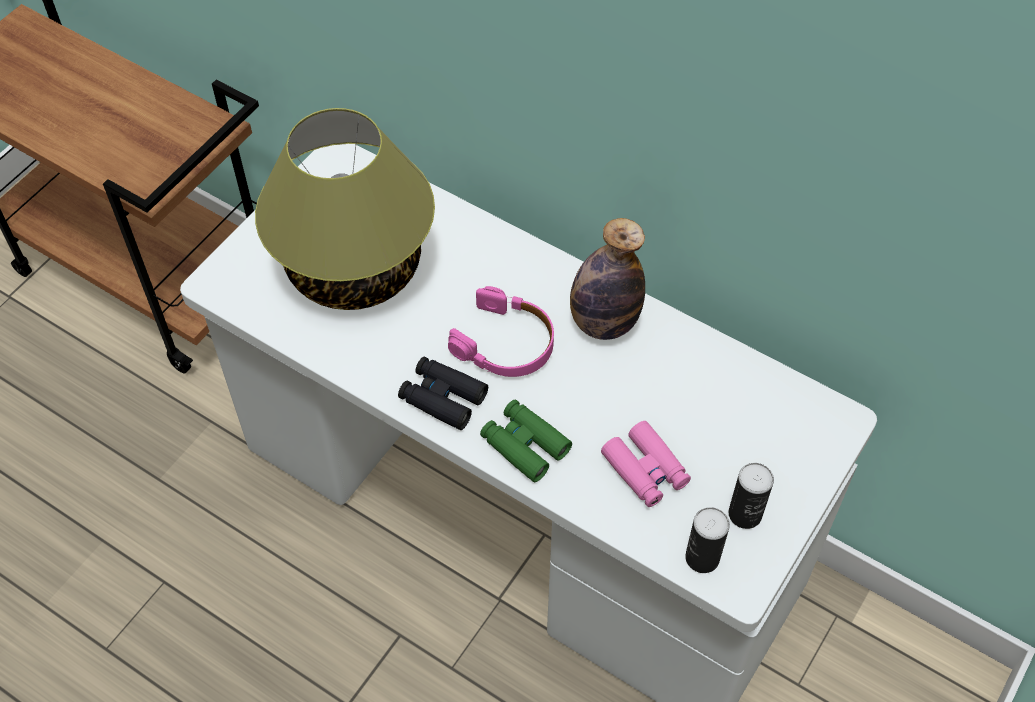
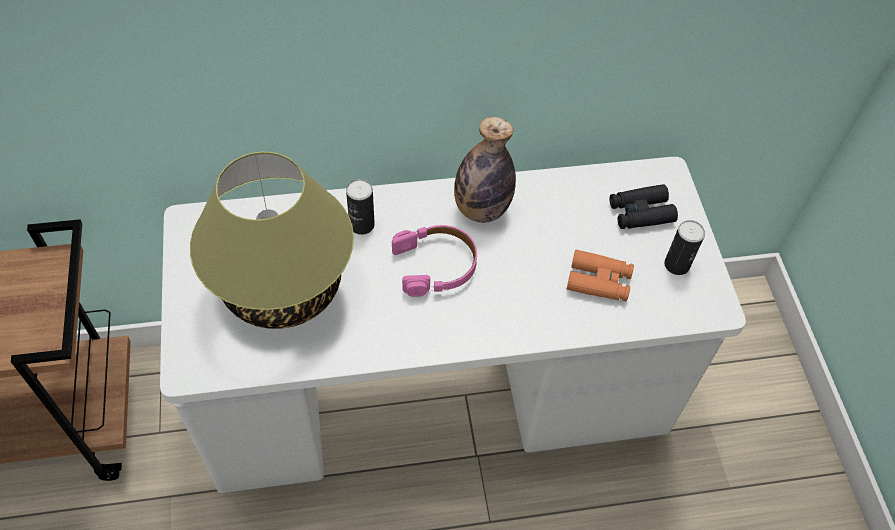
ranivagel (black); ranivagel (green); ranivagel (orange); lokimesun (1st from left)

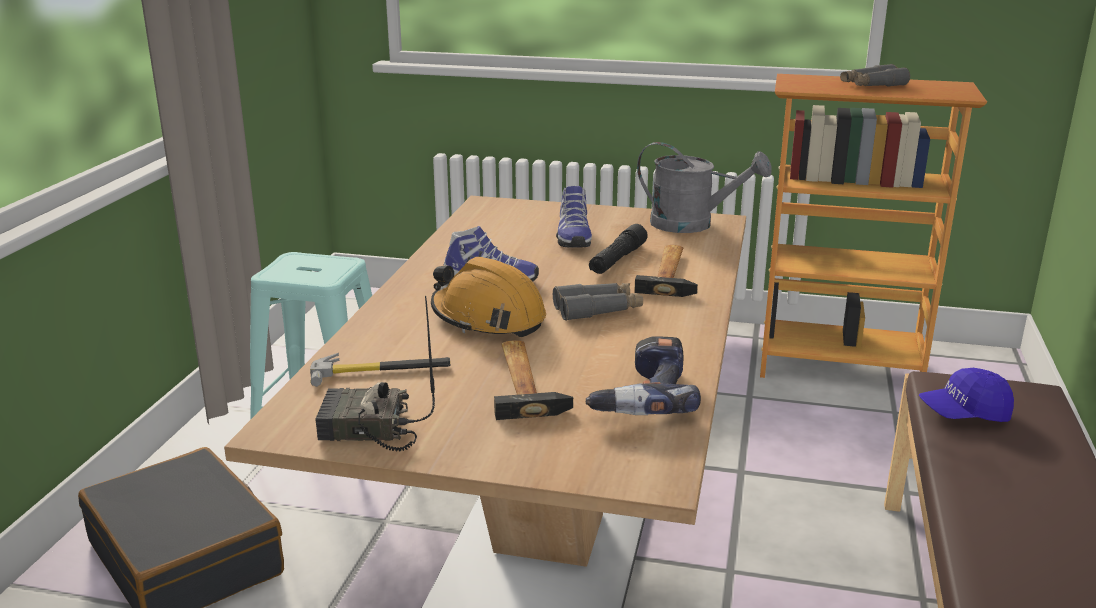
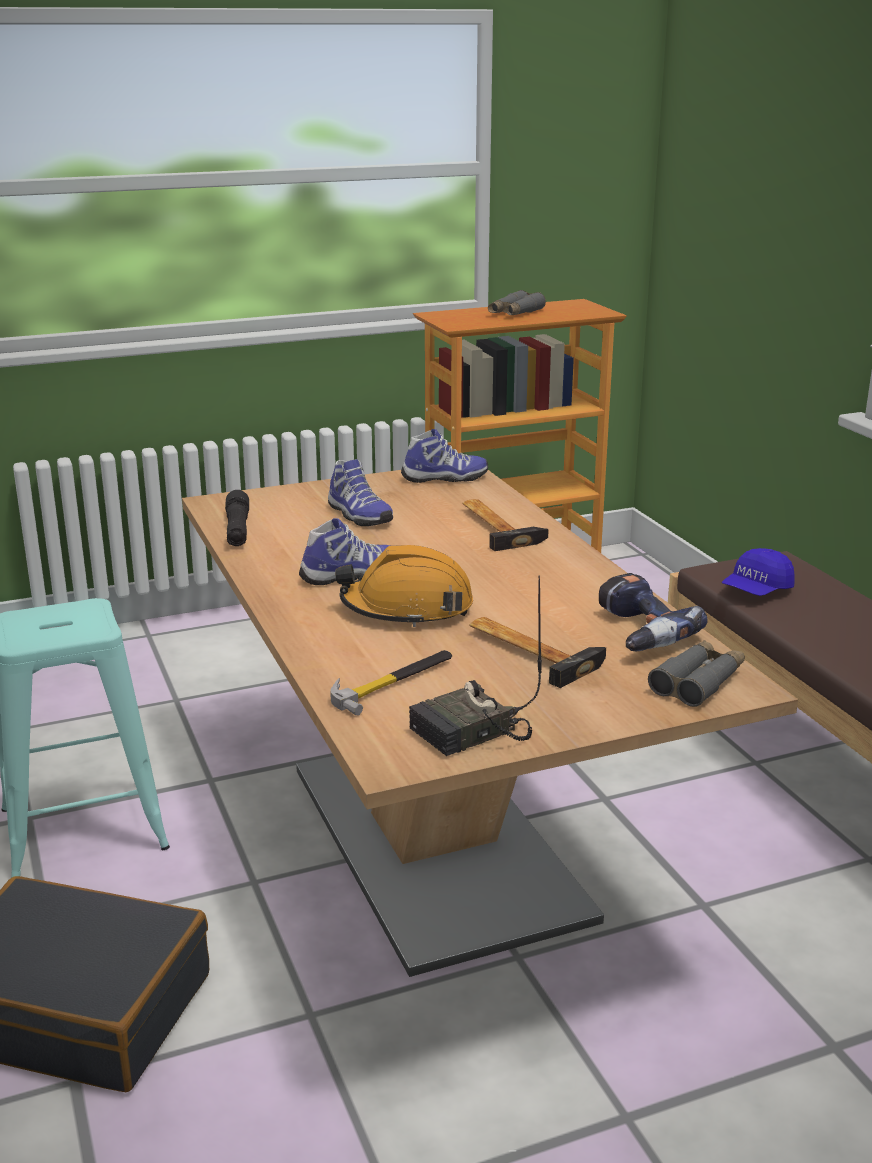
ranivagel (grey) (2nd from left); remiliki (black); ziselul (3rd from left)

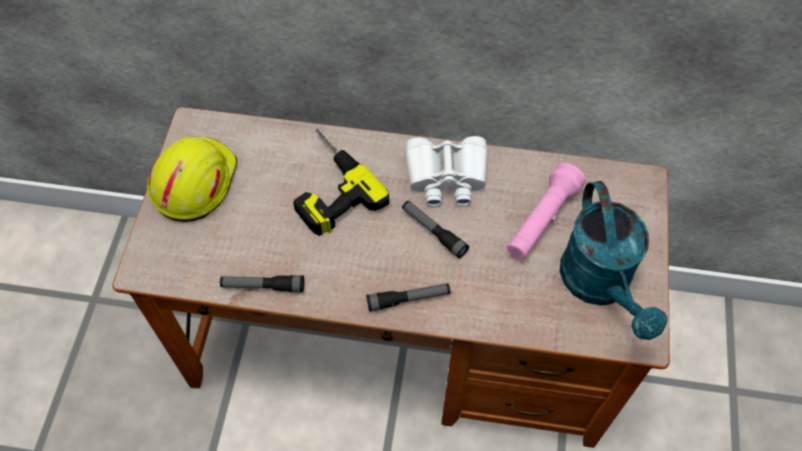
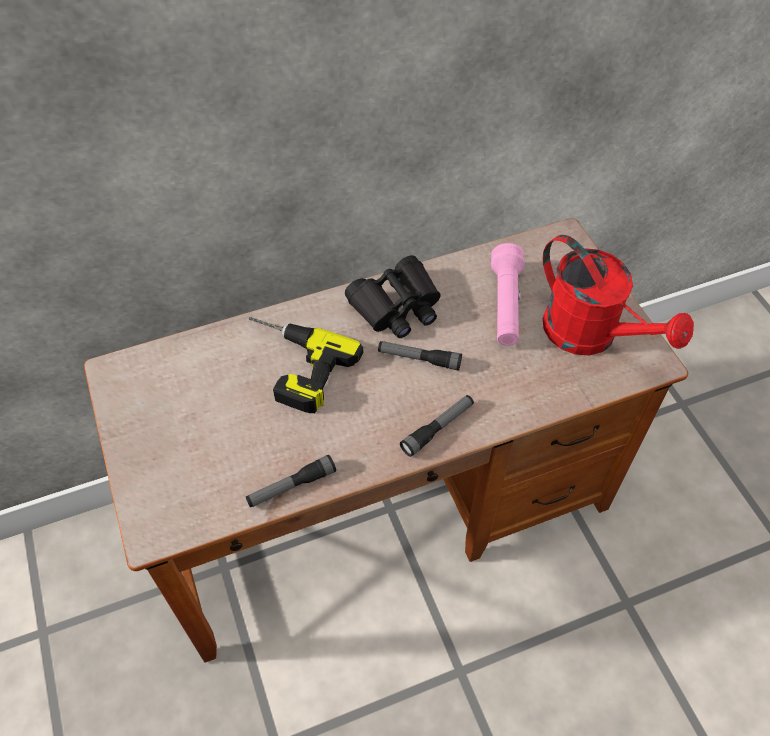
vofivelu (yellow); ranivagel (black); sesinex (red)

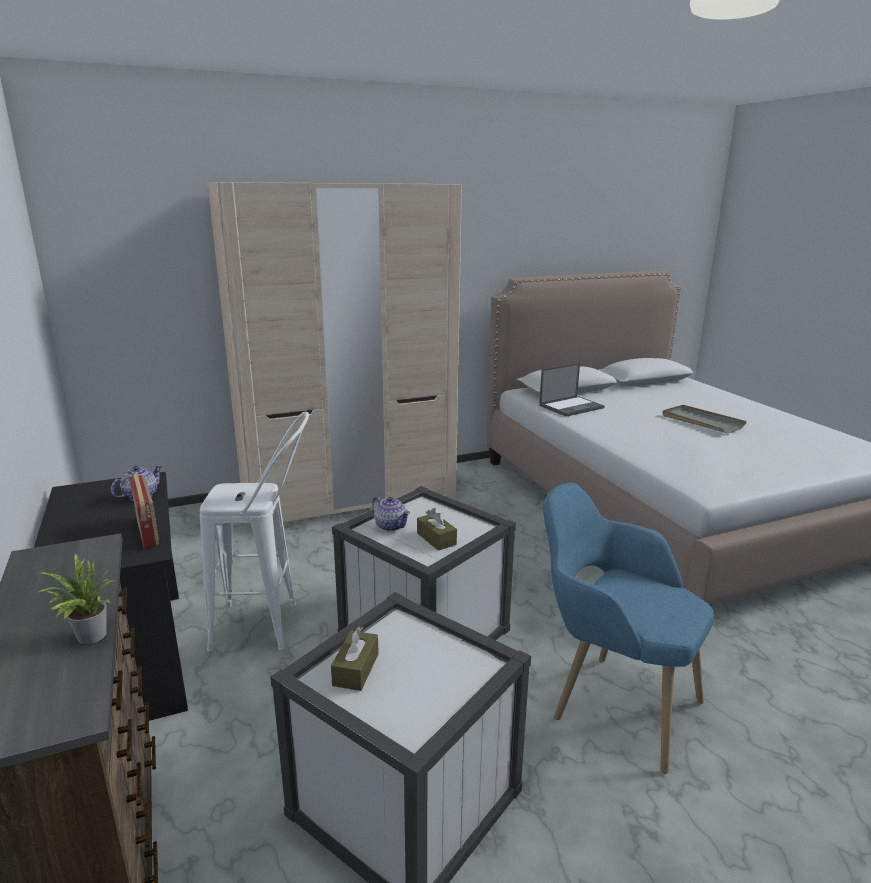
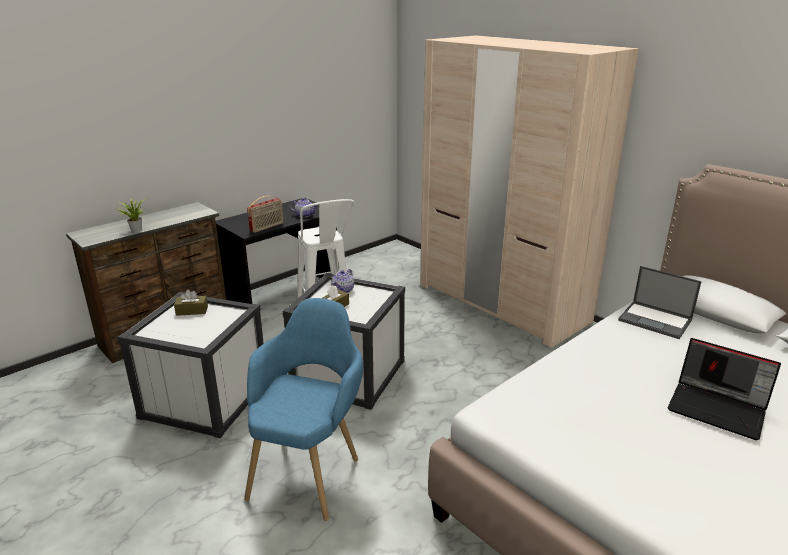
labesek (2nd from left)

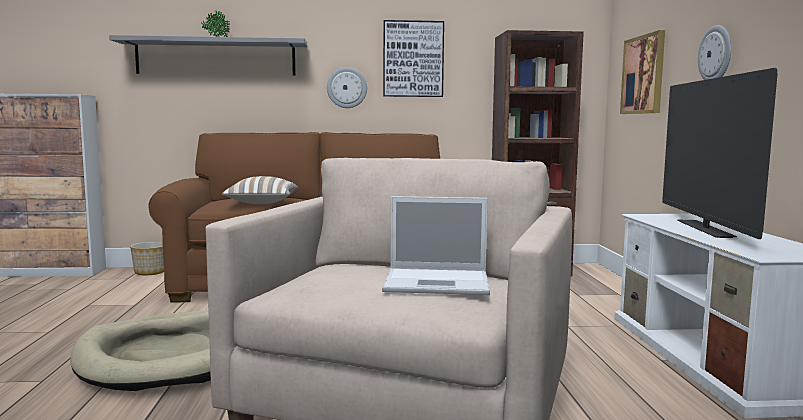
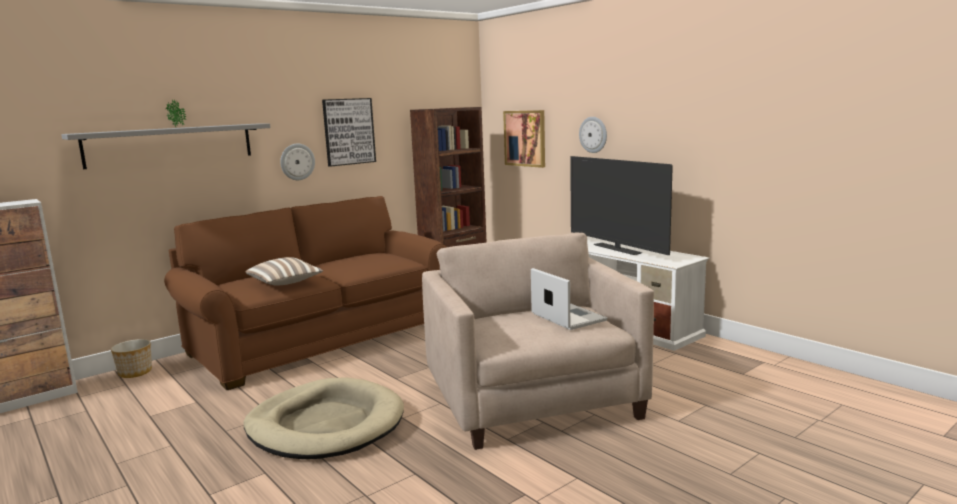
labesek

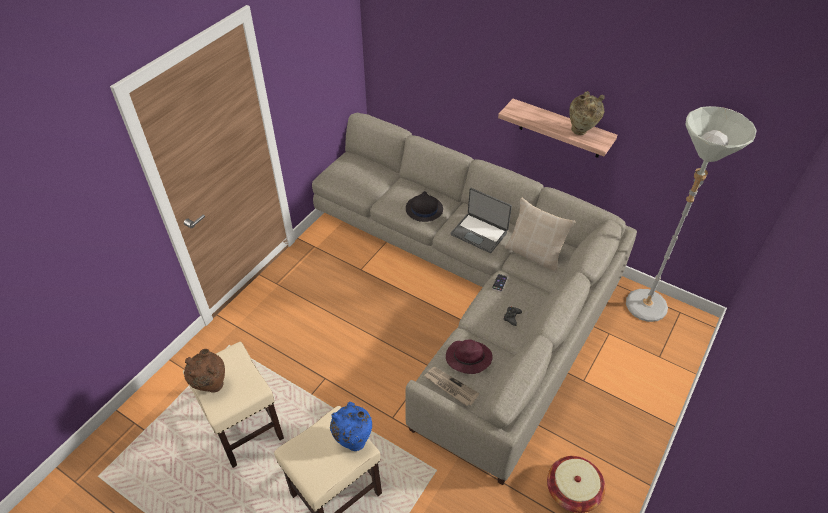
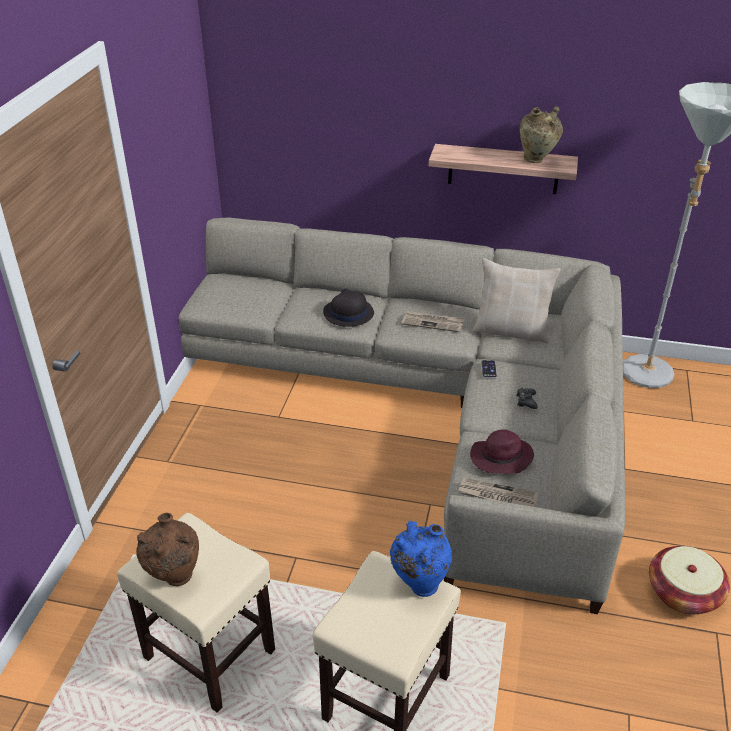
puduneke (1st from left)

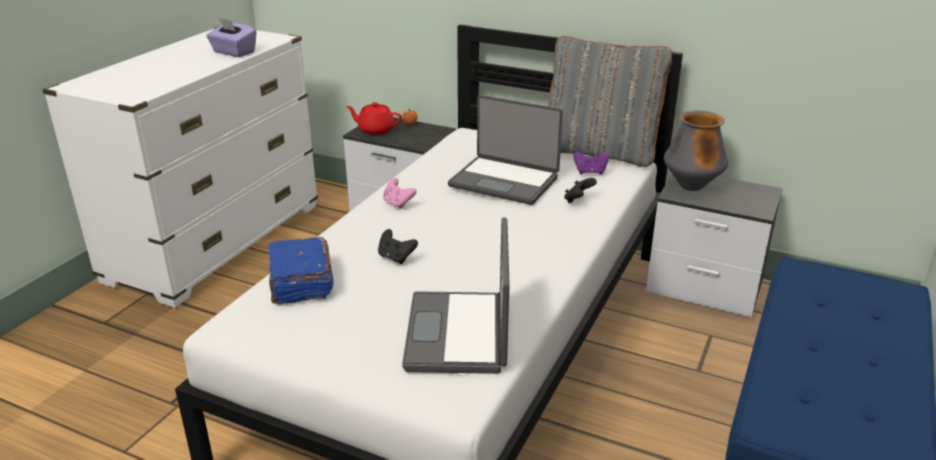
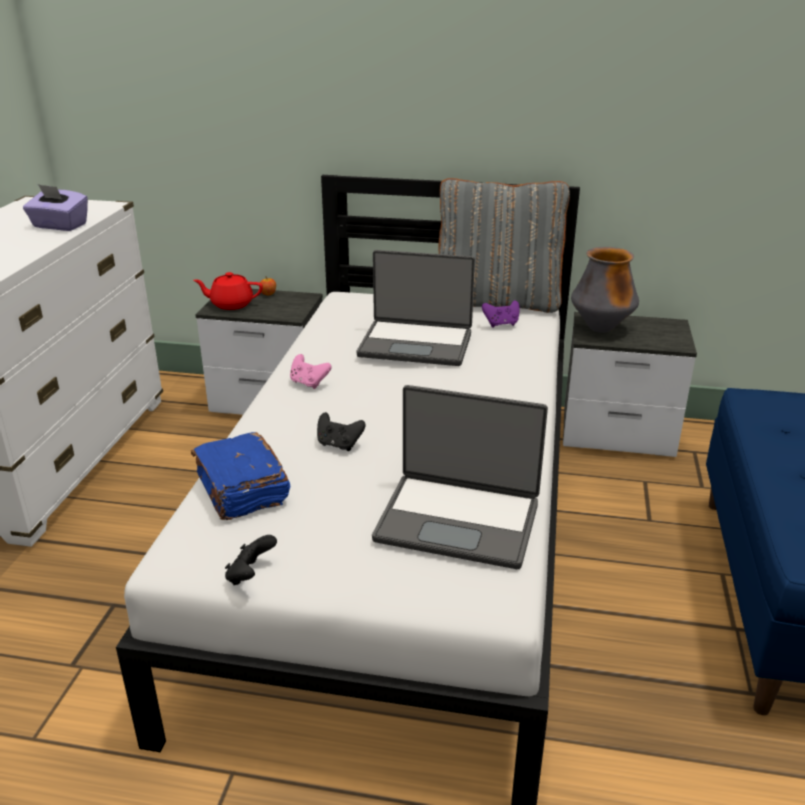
labesek (2nd from left); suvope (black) (1st from left)

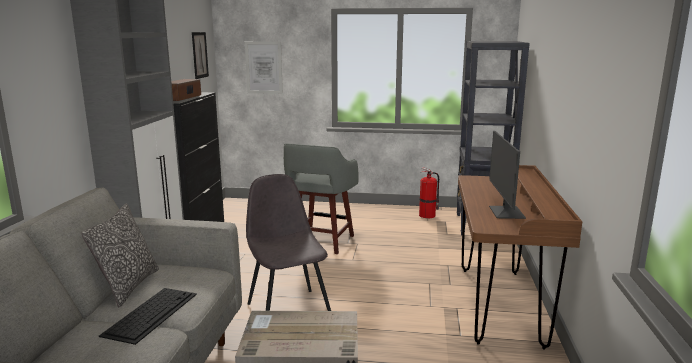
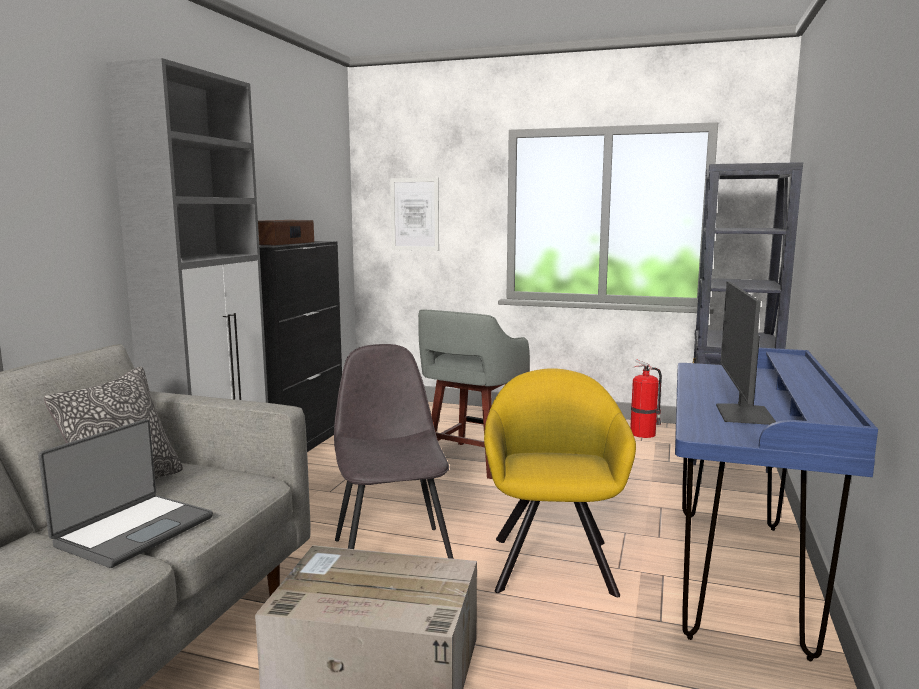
labesek; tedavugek (1st from left in the first image); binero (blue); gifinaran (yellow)

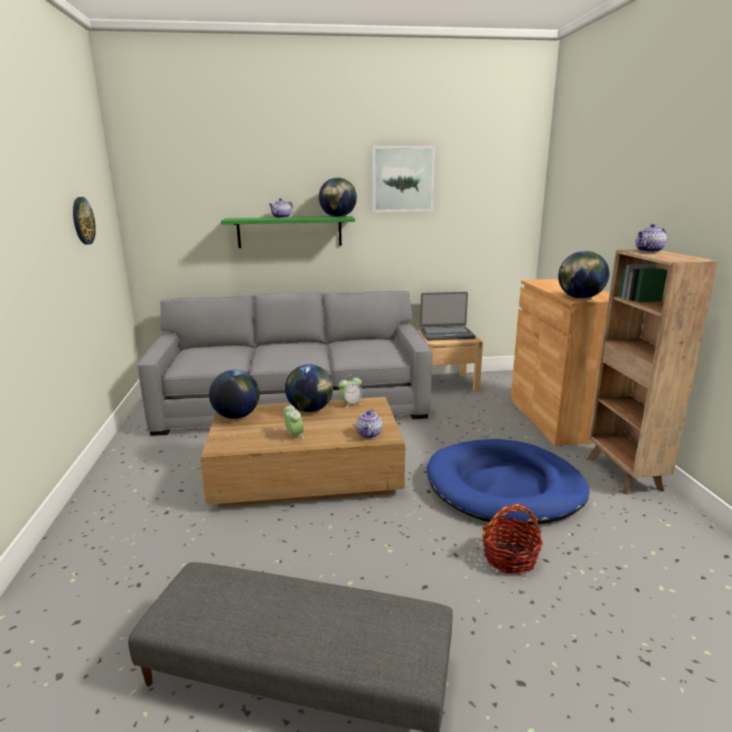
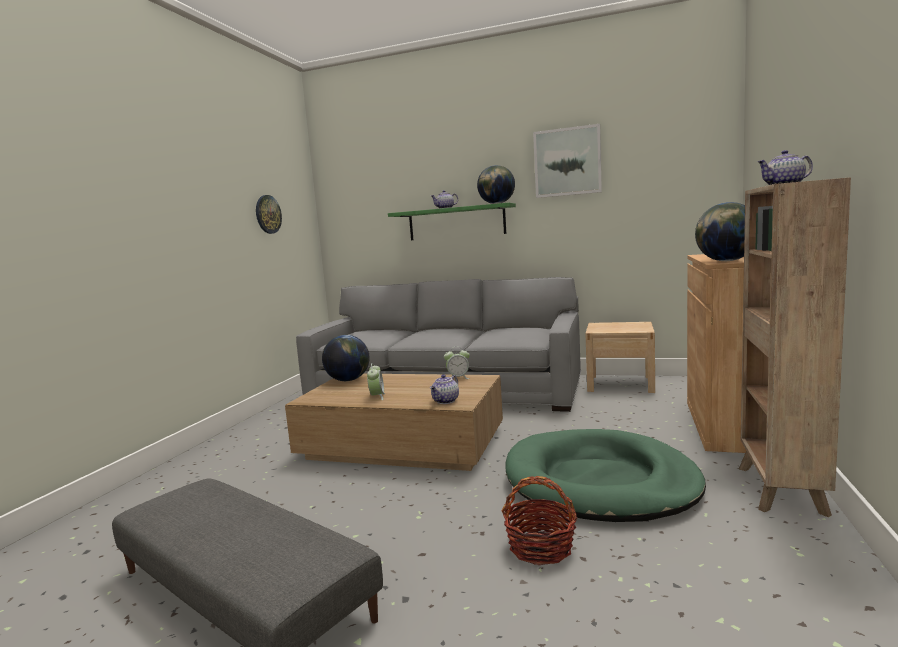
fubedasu (2nd from left in the first image); labesek; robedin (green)

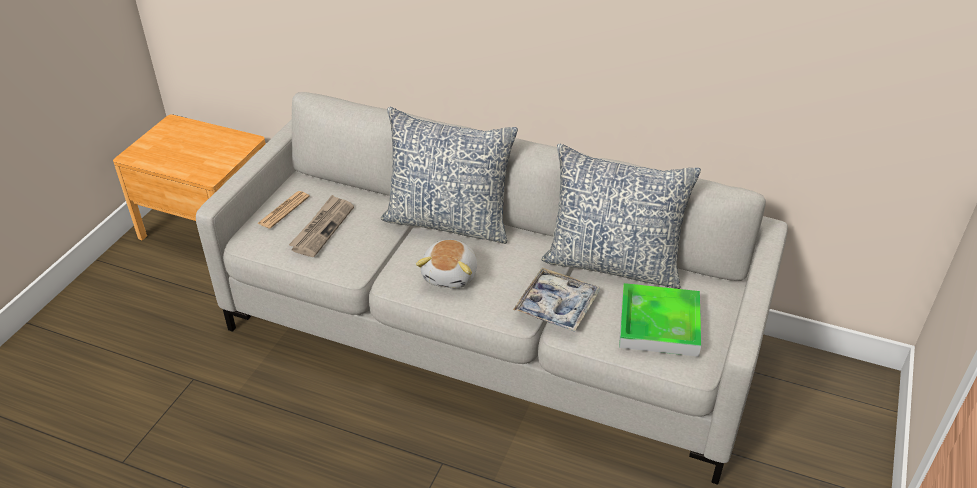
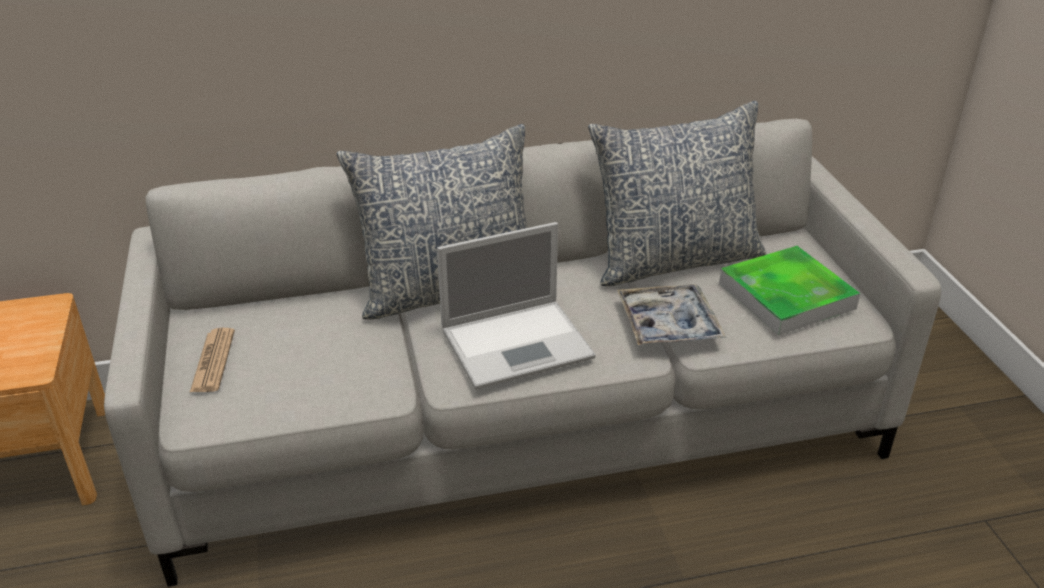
puduneke (2nd from left in the first image); labesek

